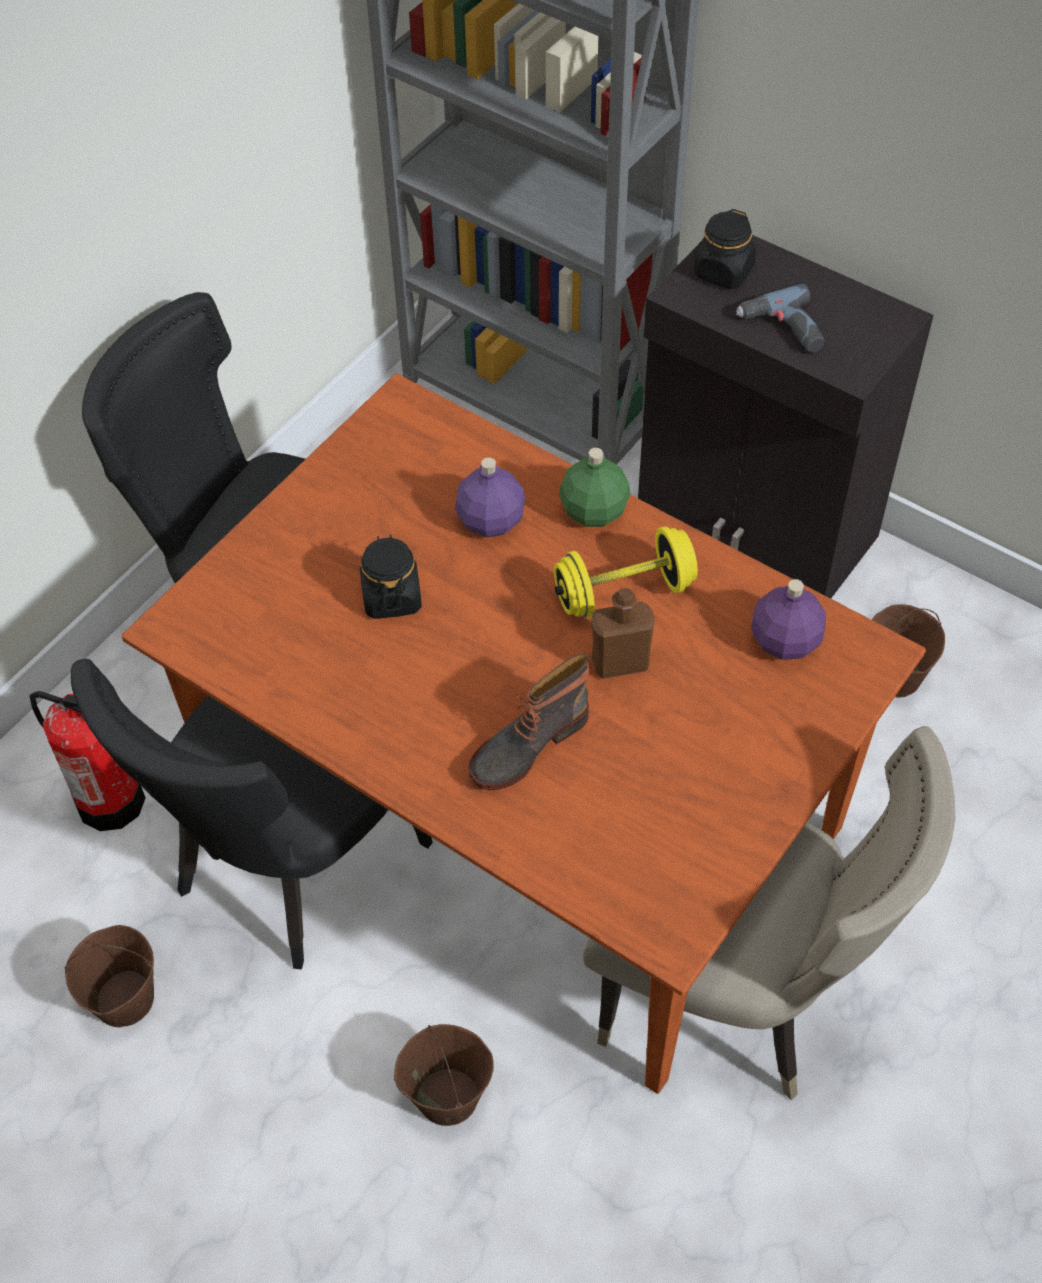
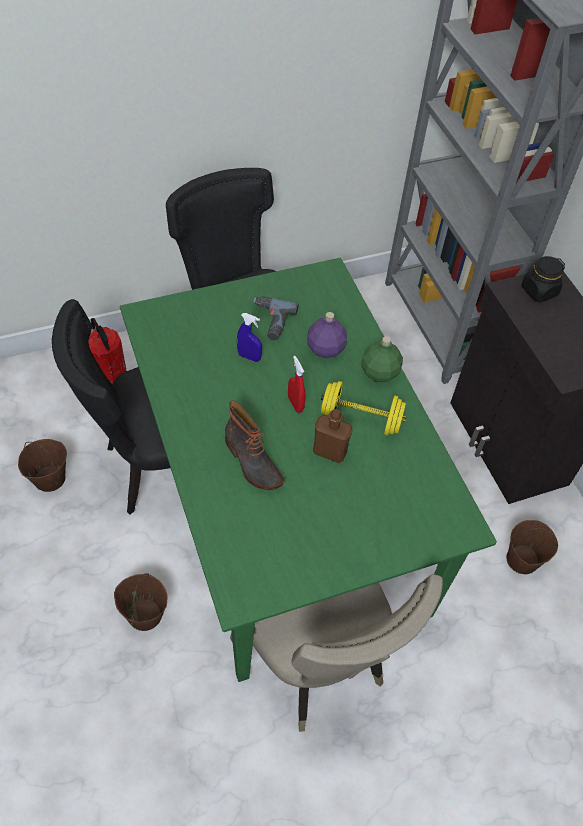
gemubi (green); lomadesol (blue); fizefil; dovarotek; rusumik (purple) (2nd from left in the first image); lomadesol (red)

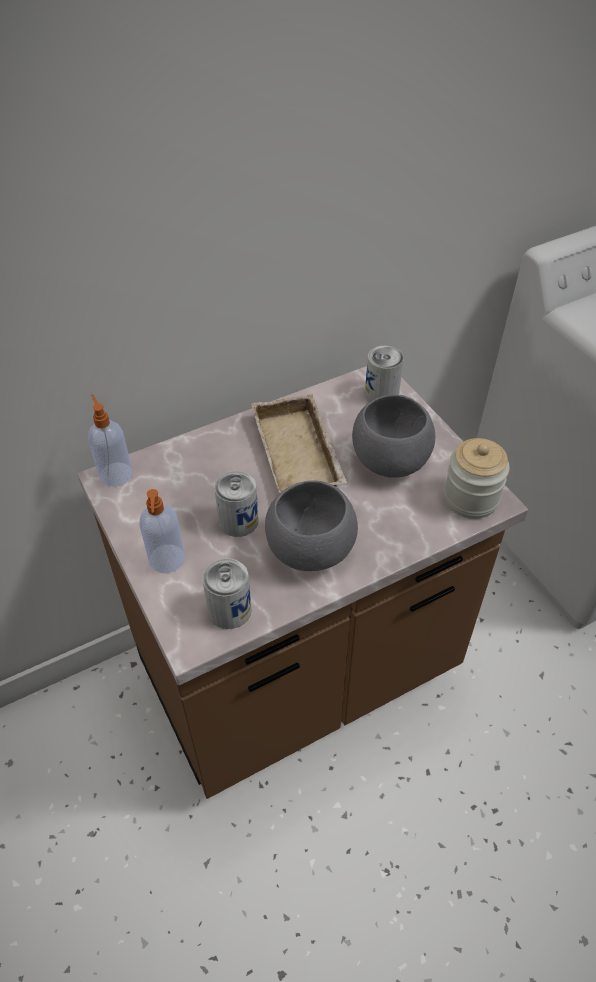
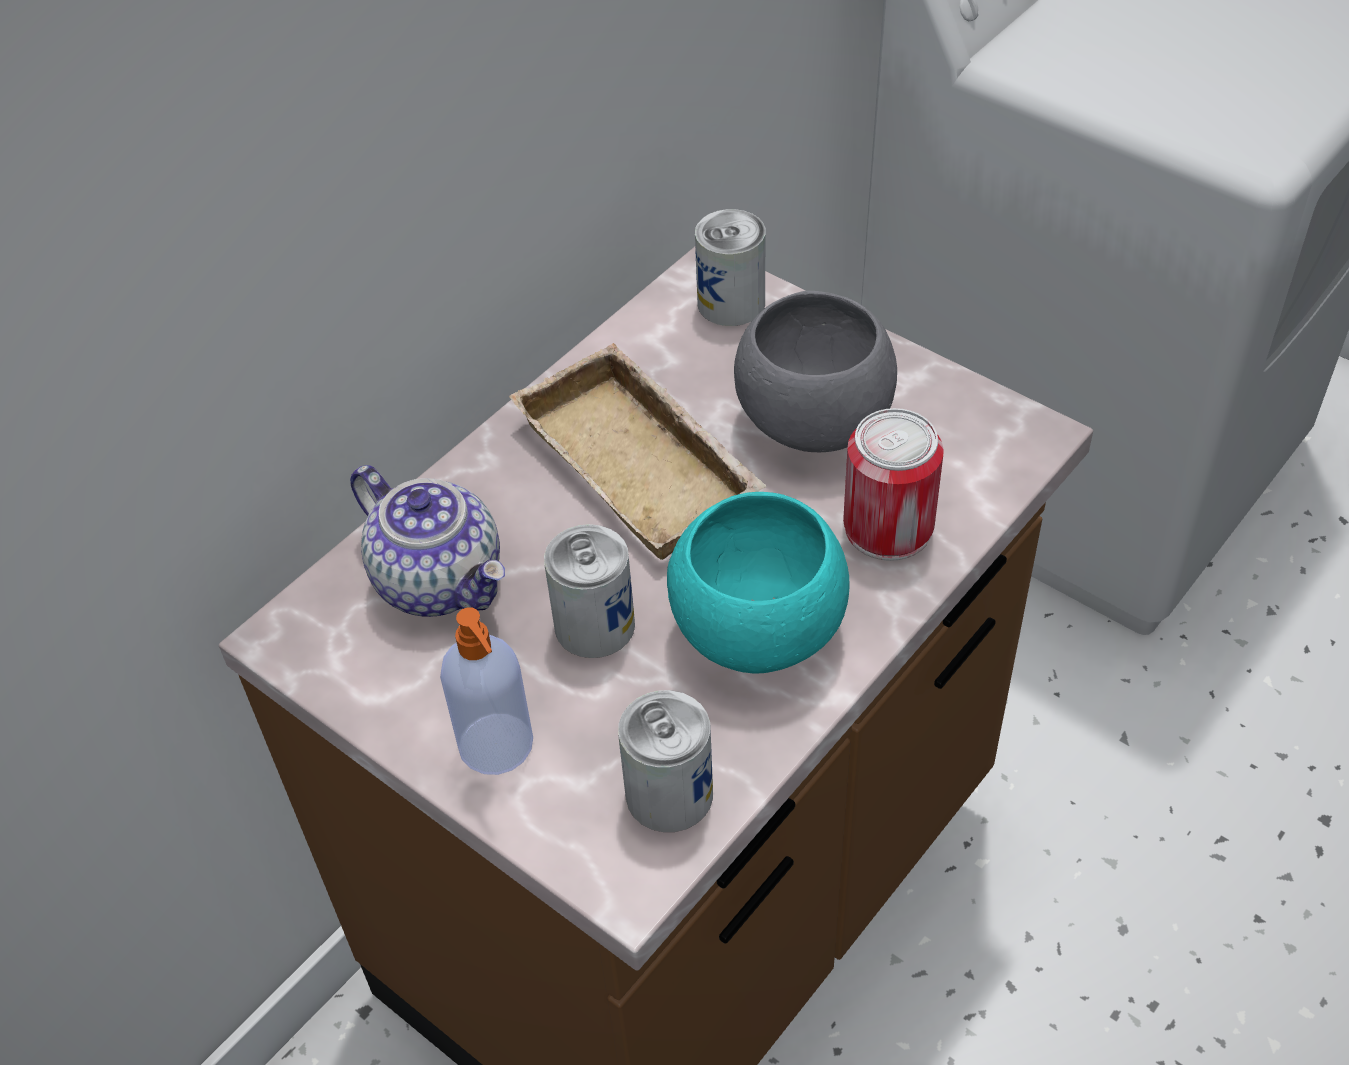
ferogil (1st from left in the first image); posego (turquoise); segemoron; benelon; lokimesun (4th from left)

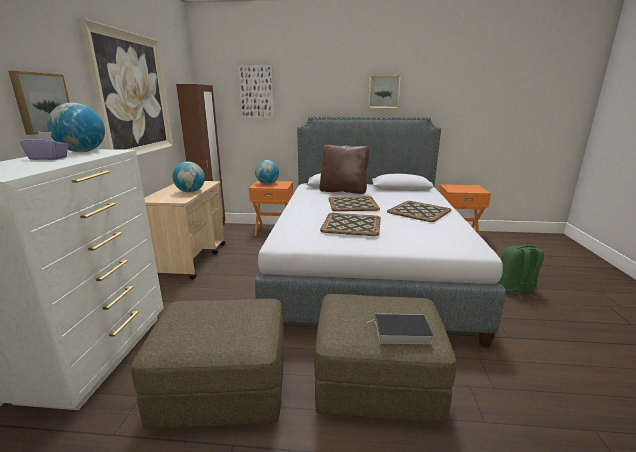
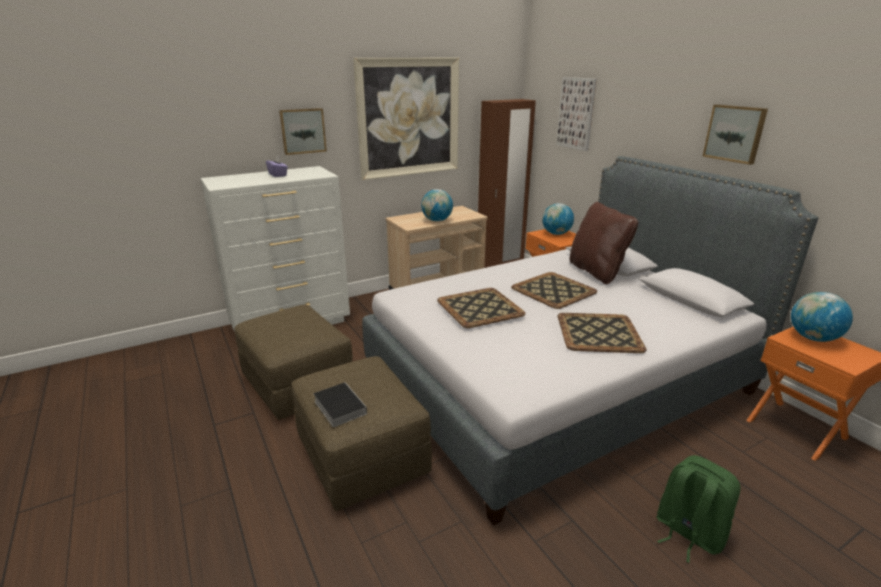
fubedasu (3rd from left)

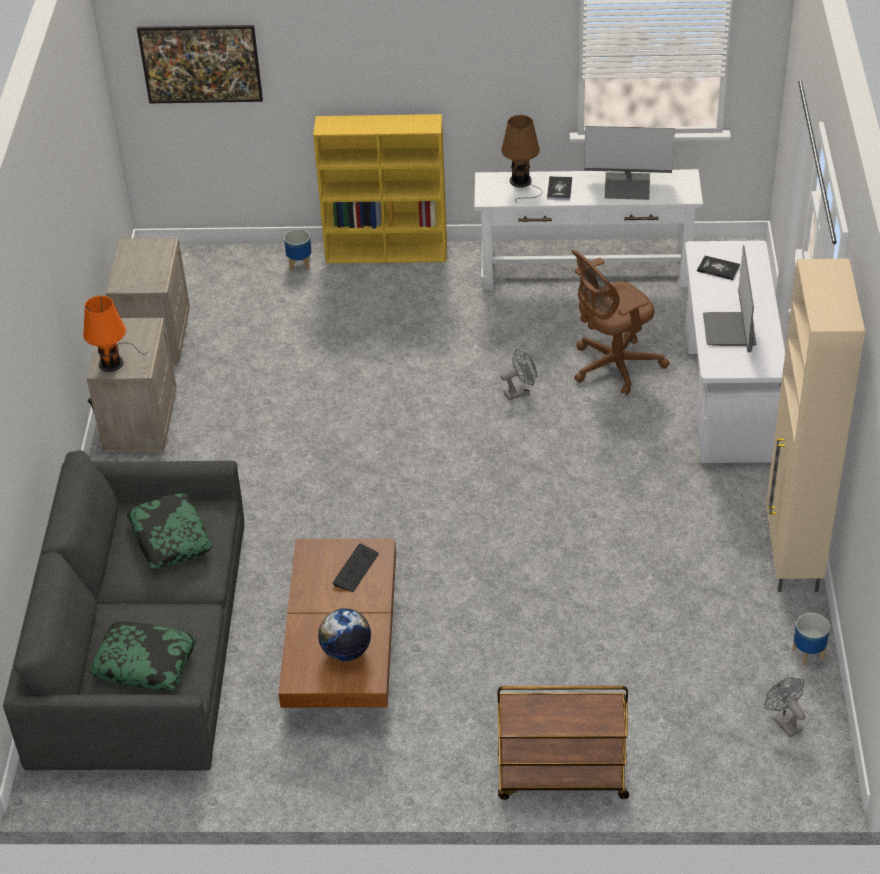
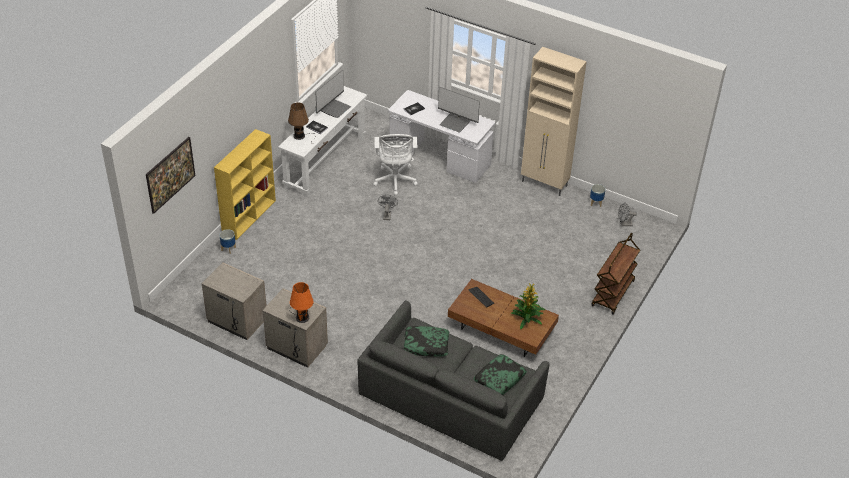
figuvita; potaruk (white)

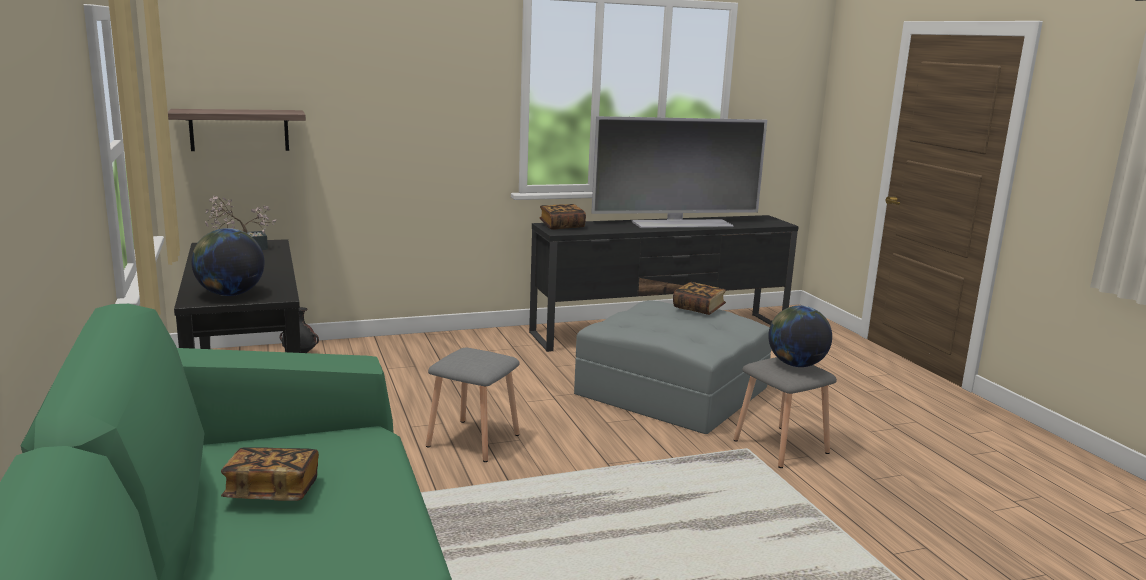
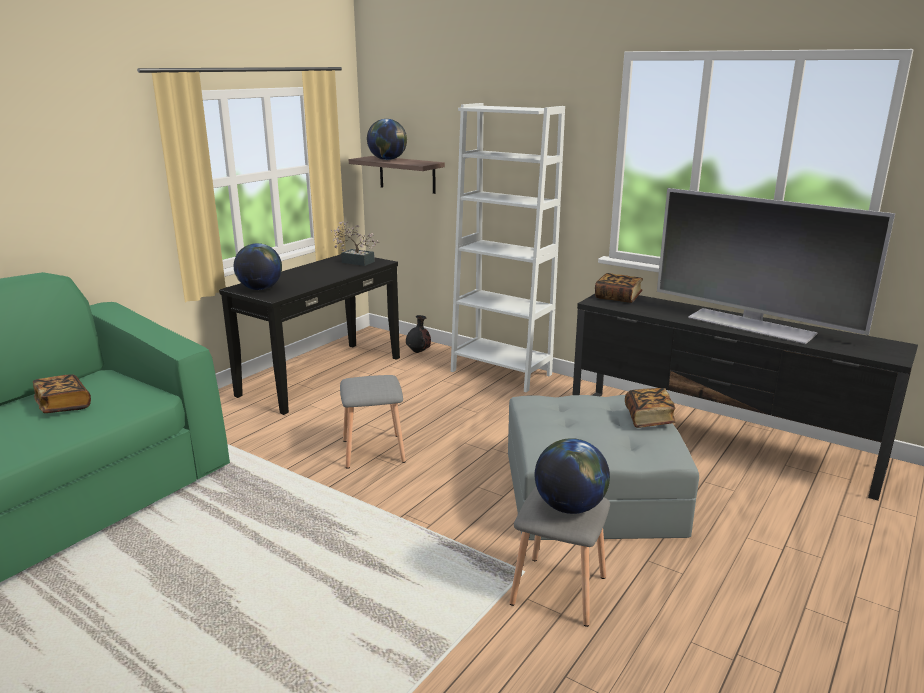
fubedasu (2nd from left); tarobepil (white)

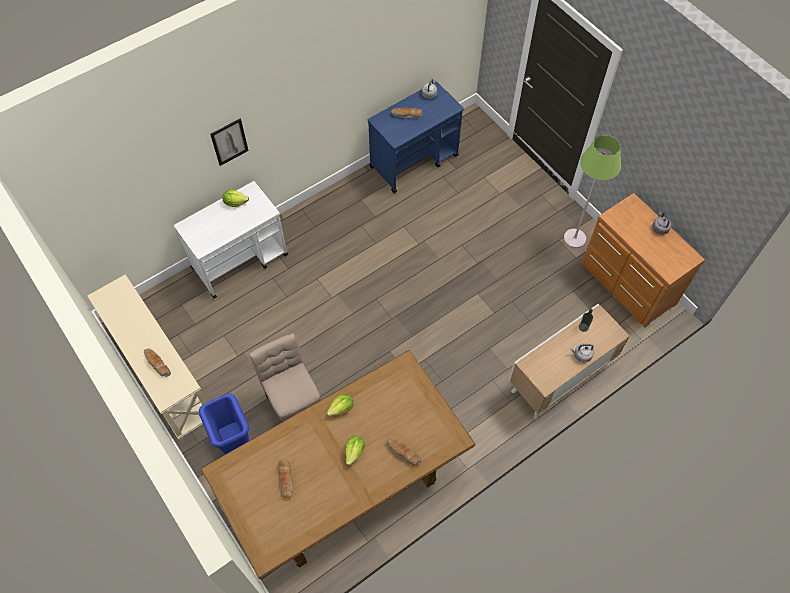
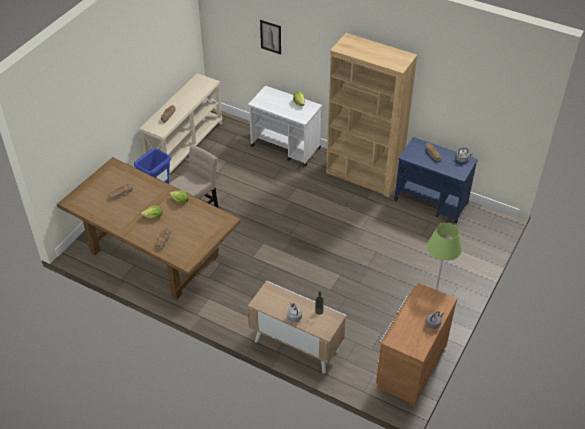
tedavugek; tarobepil (brown)

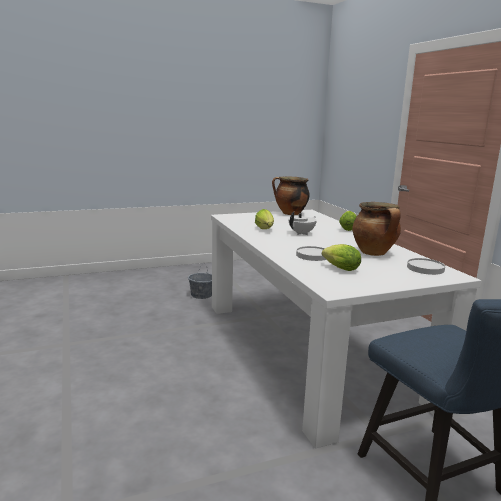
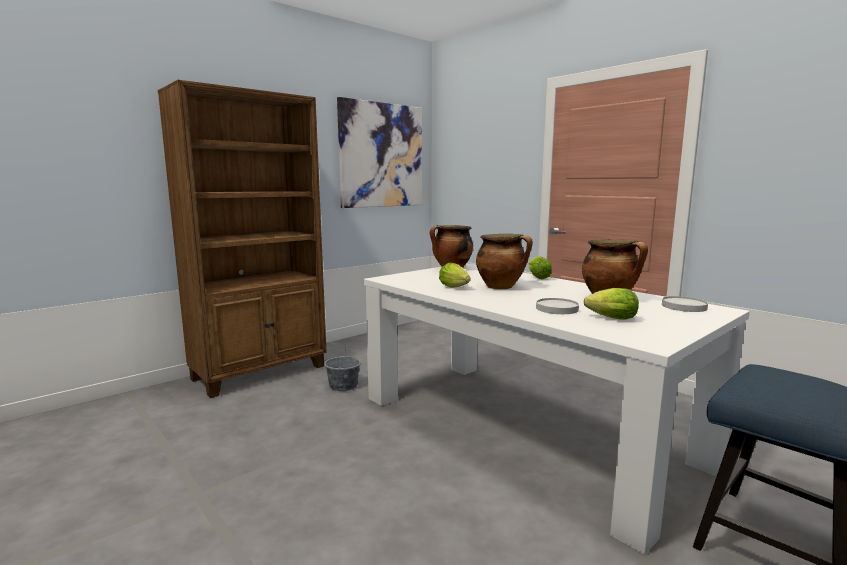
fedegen (2nd from left); tarobepil (brown); tedavugek

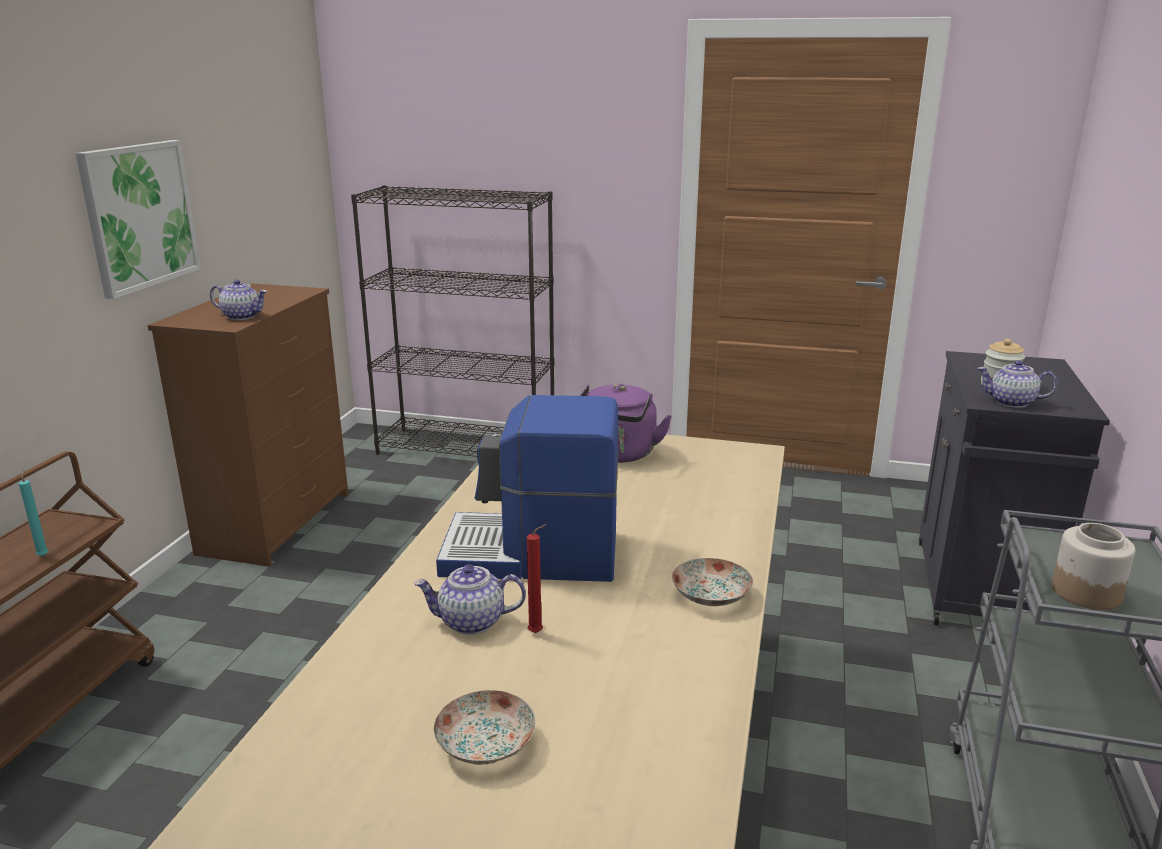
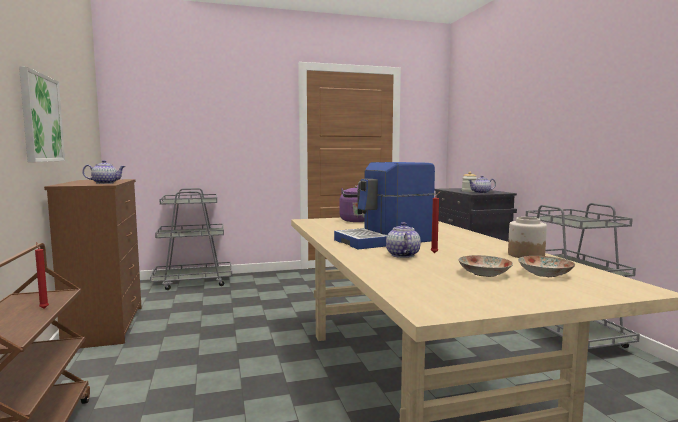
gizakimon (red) (1st from left); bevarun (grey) (1st from left); benelon (2nd from left); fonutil (2nd from left); segemoron (2nd from left)

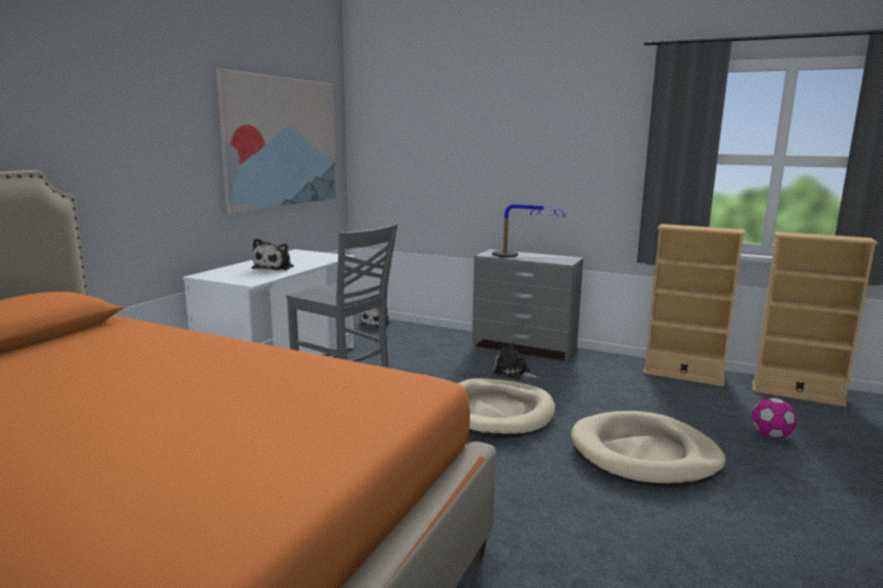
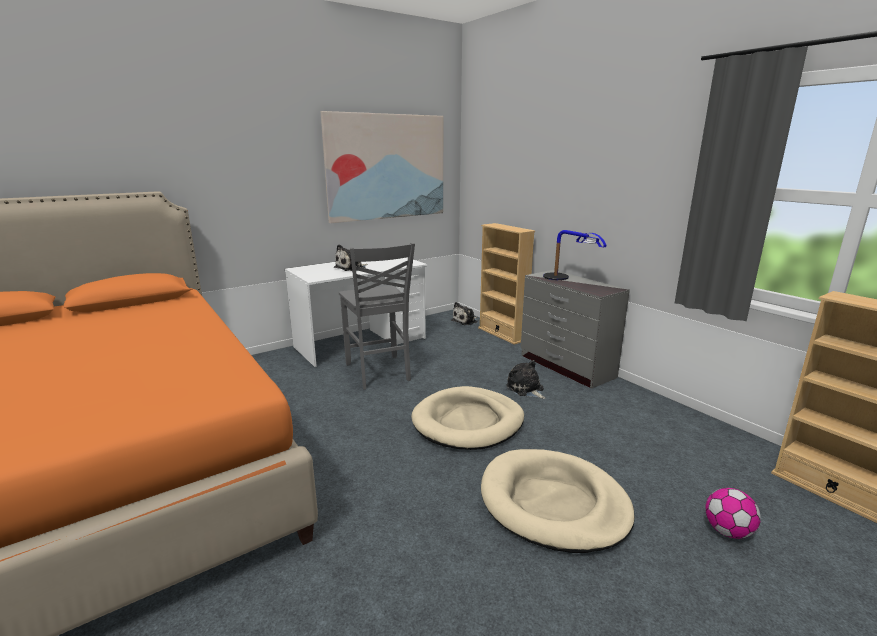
tarobepil (beige) (1st from left)

